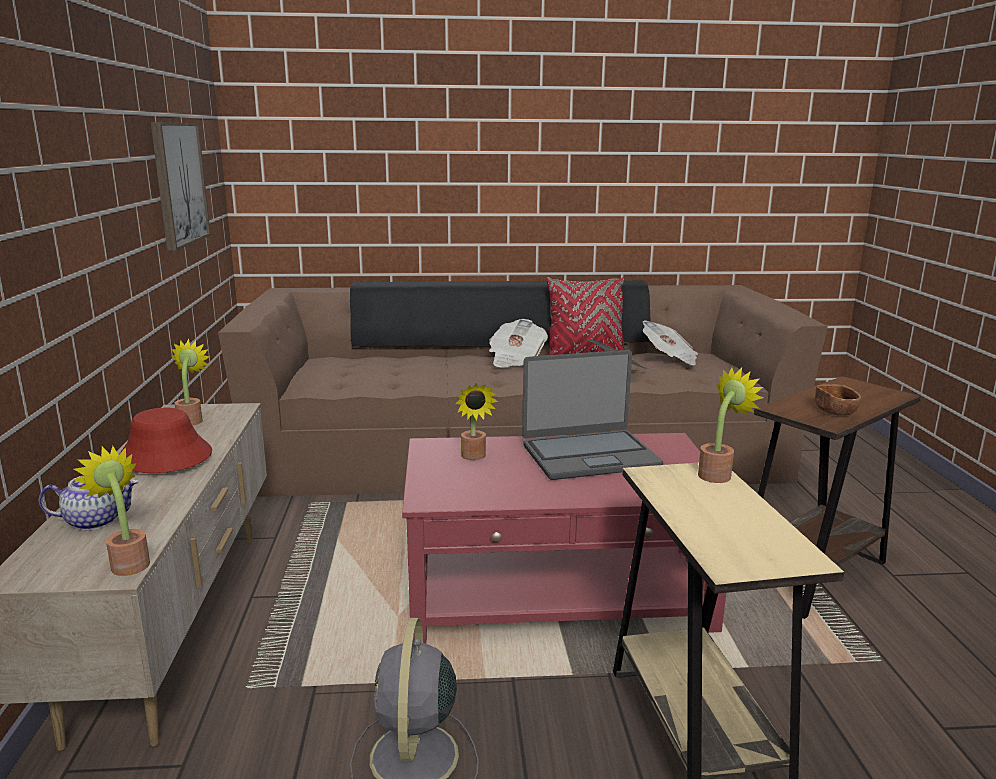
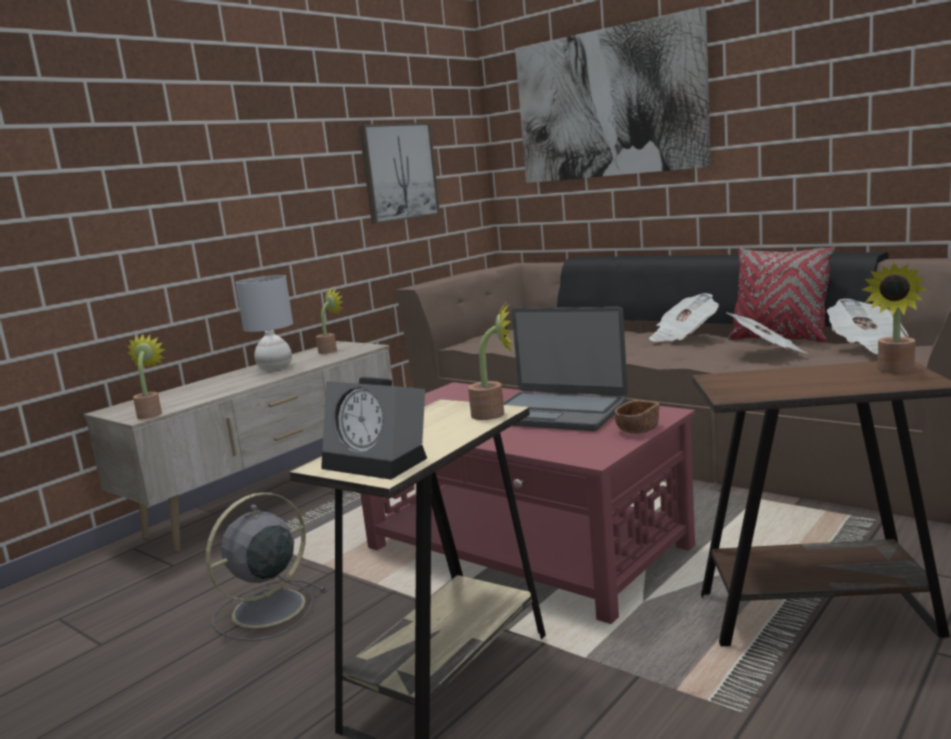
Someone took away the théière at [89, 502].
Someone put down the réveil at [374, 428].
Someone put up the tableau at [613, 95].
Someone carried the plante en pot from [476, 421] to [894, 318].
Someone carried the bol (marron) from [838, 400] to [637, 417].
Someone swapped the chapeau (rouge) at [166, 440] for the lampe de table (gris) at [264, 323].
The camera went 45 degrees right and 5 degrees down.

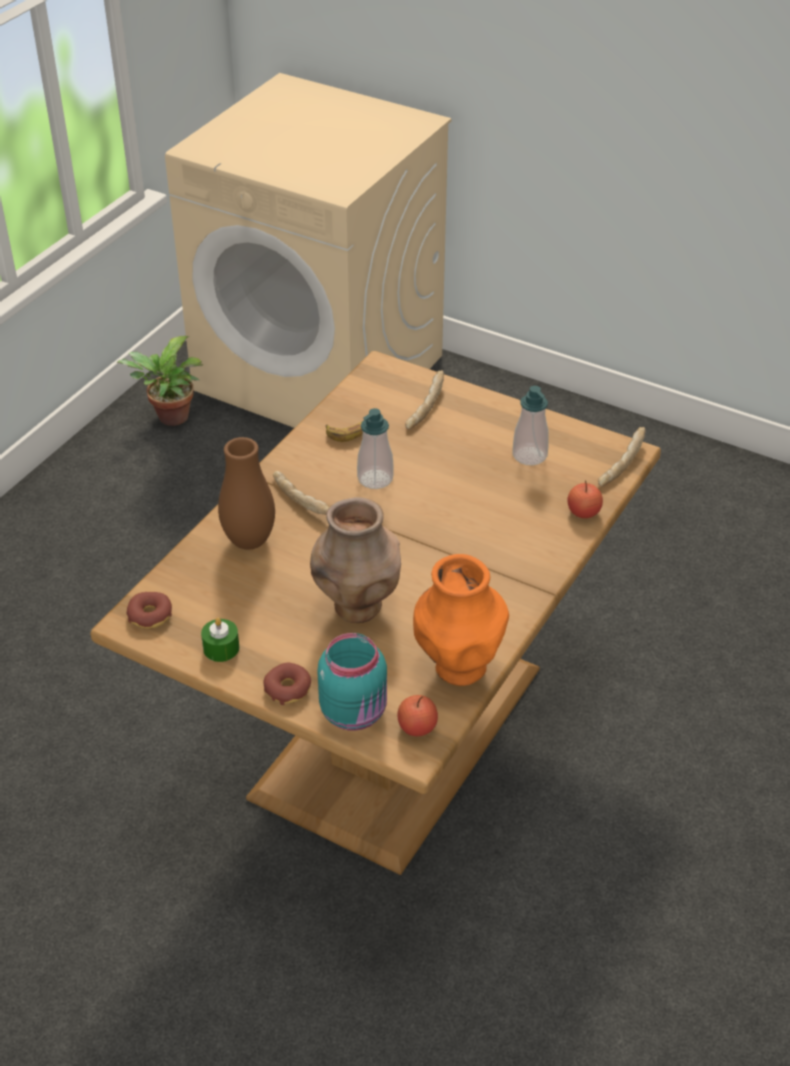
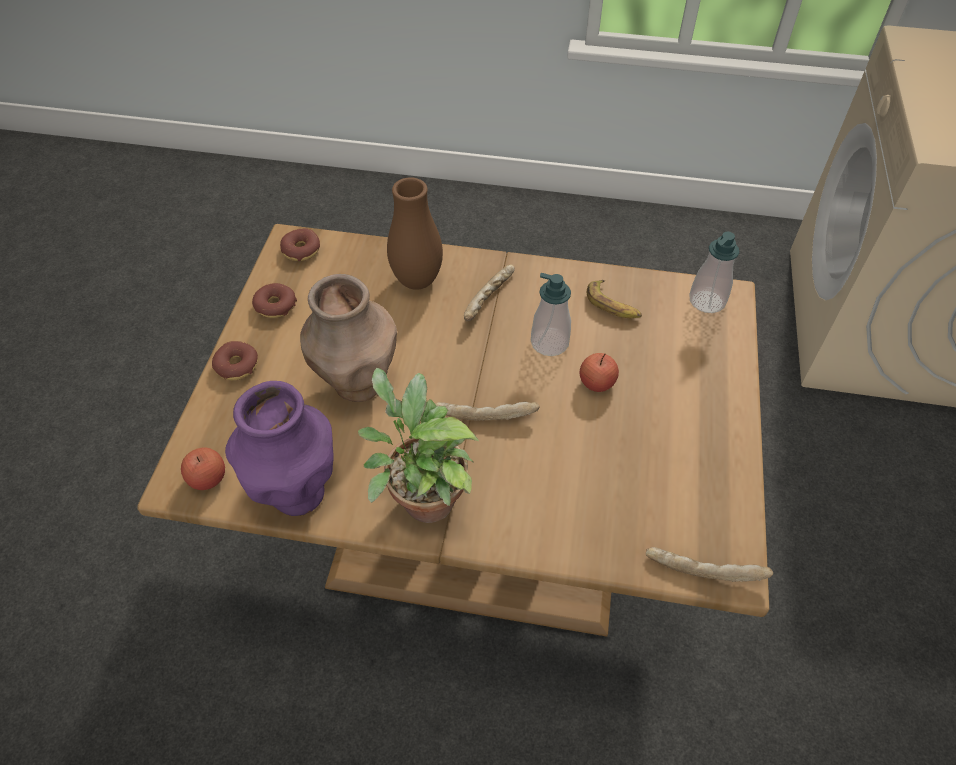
Someone took away the bocal (turquoise) at [352, 682].
Someone carried the plante en pot from [159, 381] to [418, 445].
Someone carried the pain from [424, 399] to [487, 411].
Someone carried the distributeur de savon from [530, 426] to [714, 272].
Someone carried the pomme from [585, 499] to [599, 372].
Someone swapped the bougie (vert) at [220, 640] for the beignet at [274, 300].
Someone repainted the vase (orange) at [461, 620], which became the vase (violet) at [279, 448].
The camera went 70 degrees right and 10 degrees up.

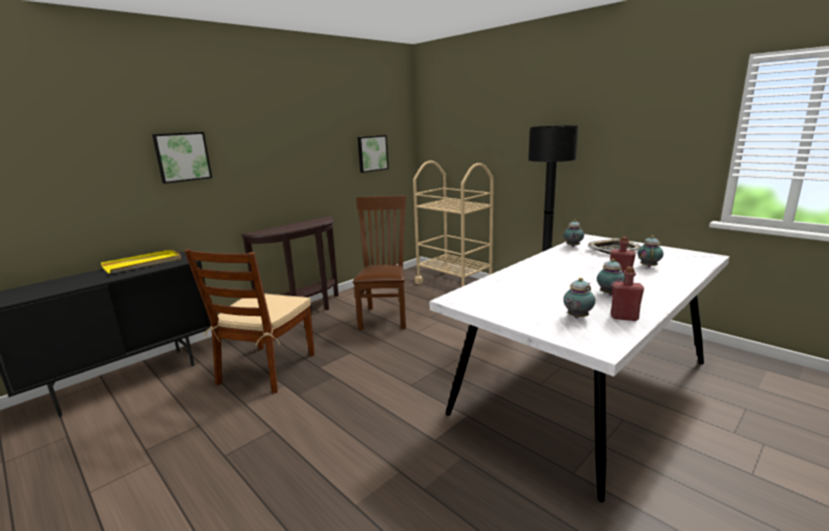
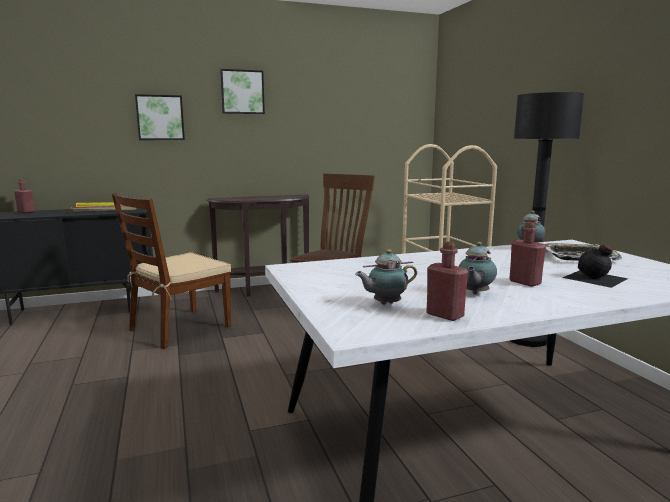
Someone put down the bouteille (rouge) at [24, 196].
Someone carried the tableau from [373, 154] to [242, 91].
Someone swapped the théière at [650, 252] for the bouteille (noir) at [595, 266].
The camera went 25 degrees right and 5 degrees down.

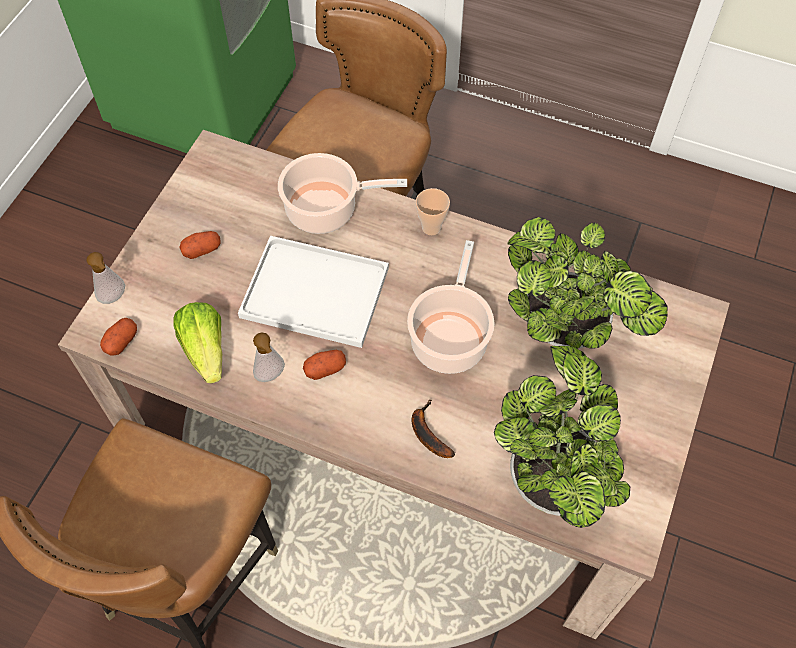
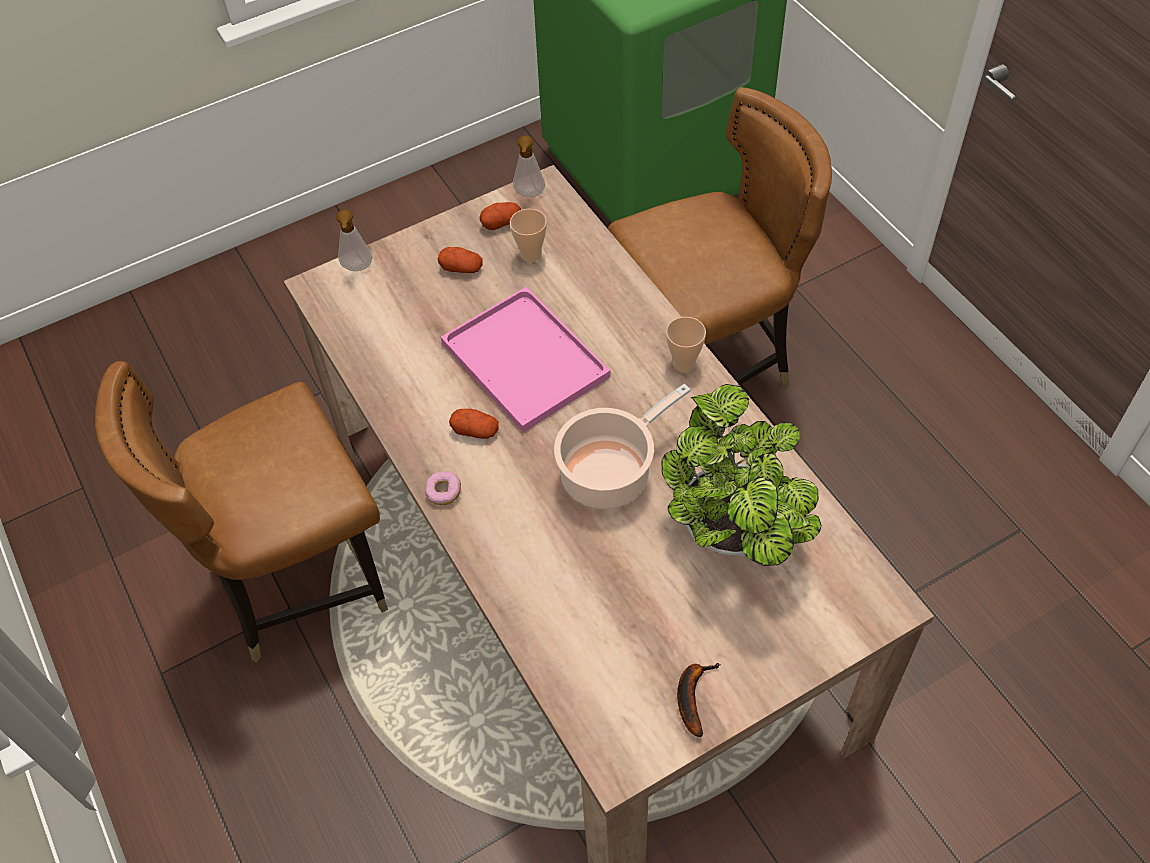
Someone took away the laitue at [197, 343].
Someone took away the marmite at [342, 193].
Someone took away the plante en pot at [562, 437].
Someone put down the beignet at [443, 488].
Someone put down the tasse at [528, 235].
Someone carried the pomme de terre from [118, 336] to [500, 216].
Someone carried the distributeur de savon from [269, 357] to [529, 166].
Someone carried the banane from [433, 428] to [698, 700].
Someone repainted the plateau (blanc) at [313, 292], which became the plateau (rose) at [526, 359].
The camera went 40 degrees right and 5 degrees down.

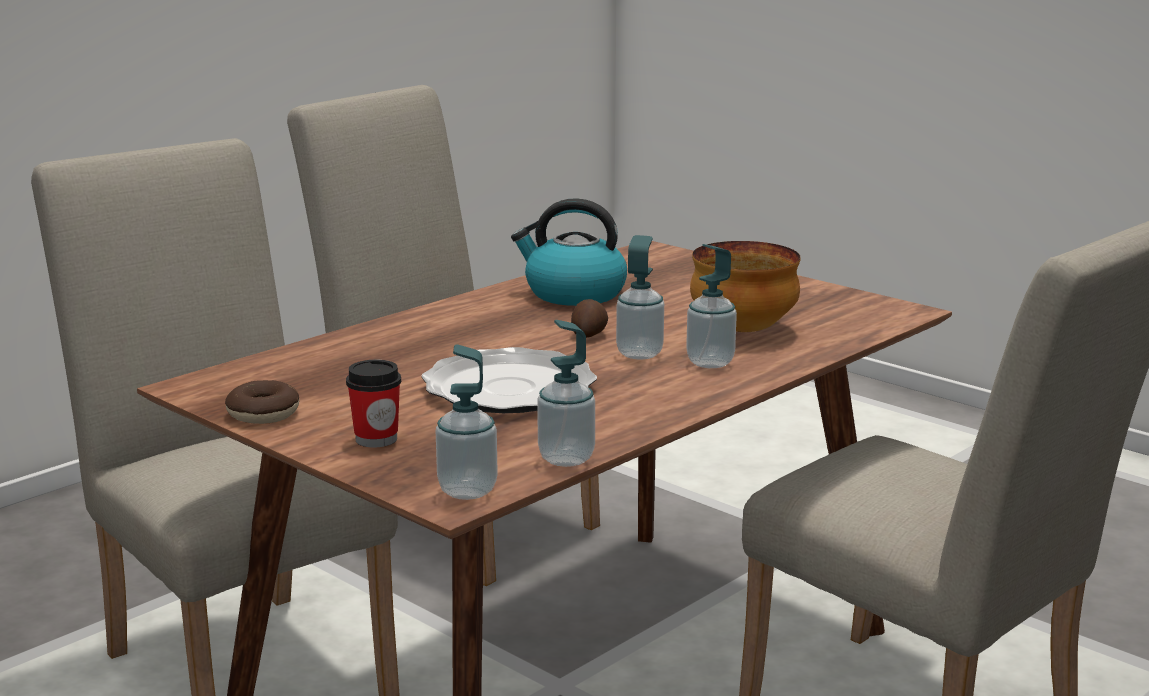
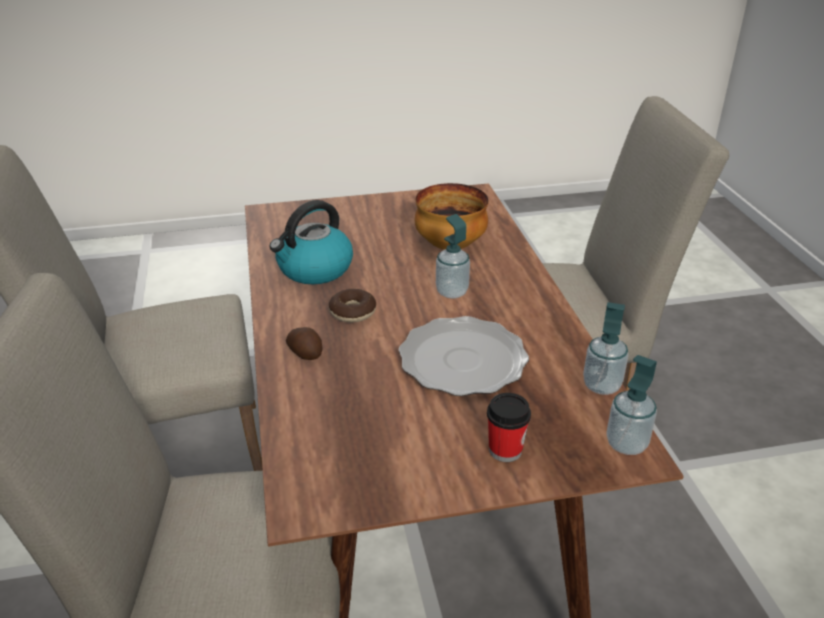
Someone took away the distributeur de savon at [711, 306].
Someone carried the beignet from [262, 402] to [352, 306].
Someone carried the pomme de terre from [589, 318] to [304, 343].
The camera went 55 degrees left and 15 degrees up.

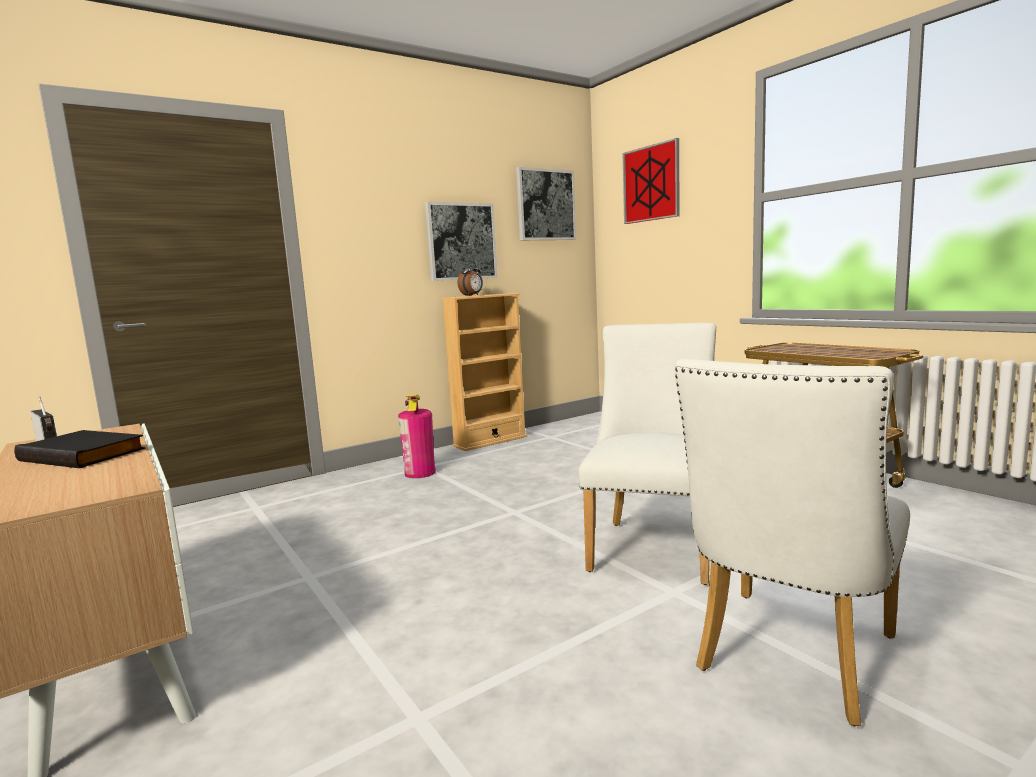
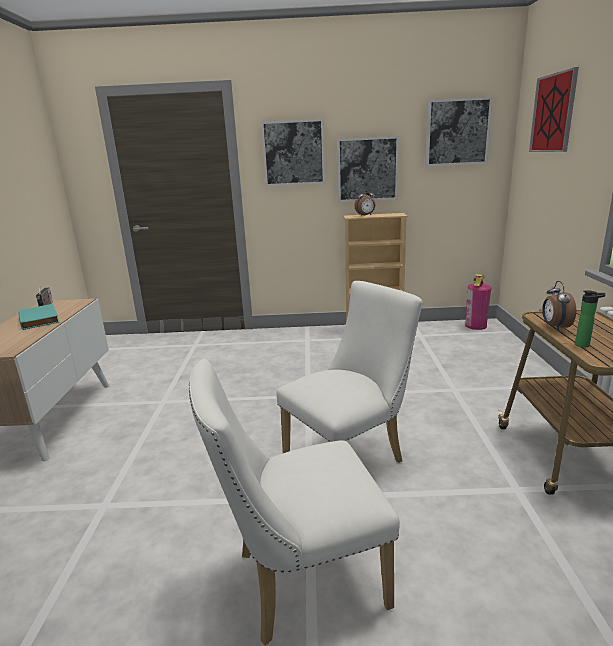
Someone put up the tableau at [293, 152].
Someone put down the réveil at [559, 305].
Someone put down the bouteille at [590, 318].
Someone carried the extincteur from [417, 436] to [478, 302].
Someone repainted the livre (noir) at [79, 449], which became the livre (turquoise) at [39, 317].
The camera went 35 degrees right and 10 degrees up.

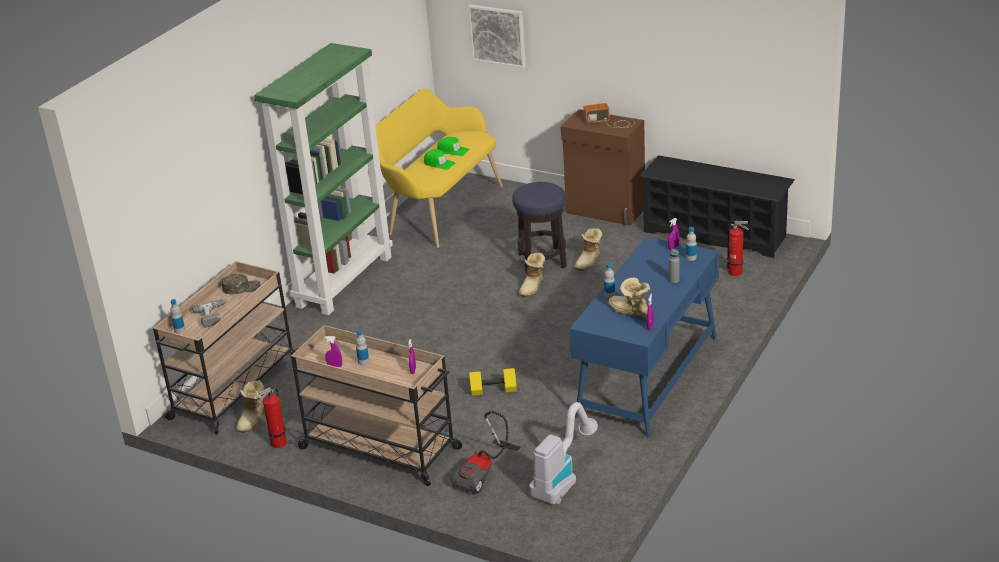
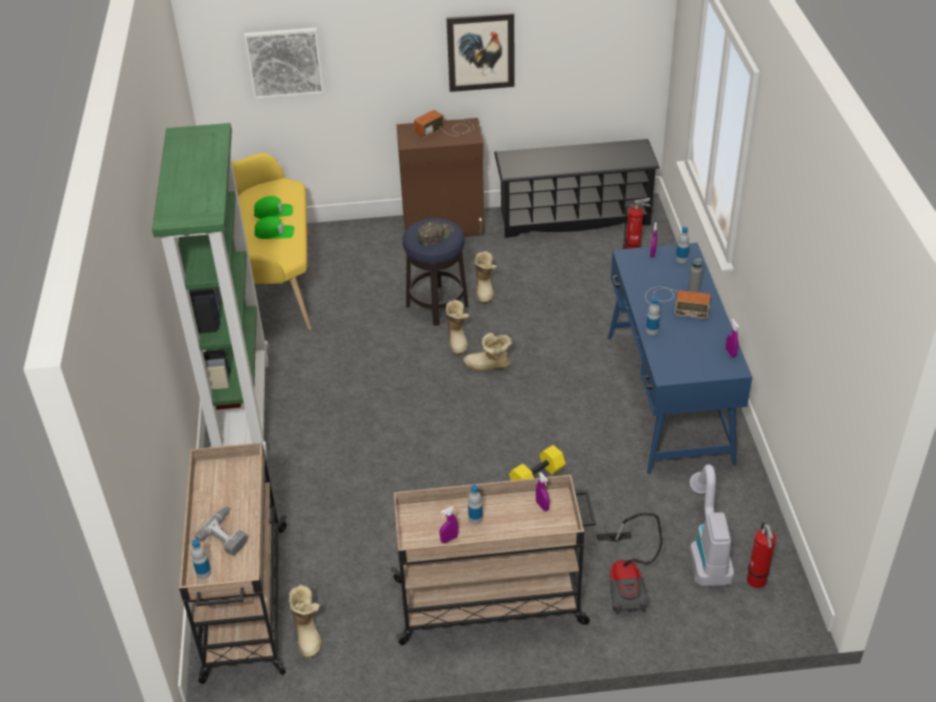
Someone put up the tableau at [480, 52].
Someone put down the radio at [678, 303].
Someone carried the casquette (vert) from [241, 284] to [436, 234].
Someone carried the extincteur from [272, 418] to [761, 555].
Someone carried the botte from [629, 297] to [487, 351].
The camera went 35 degrees left and 10 degrees up.

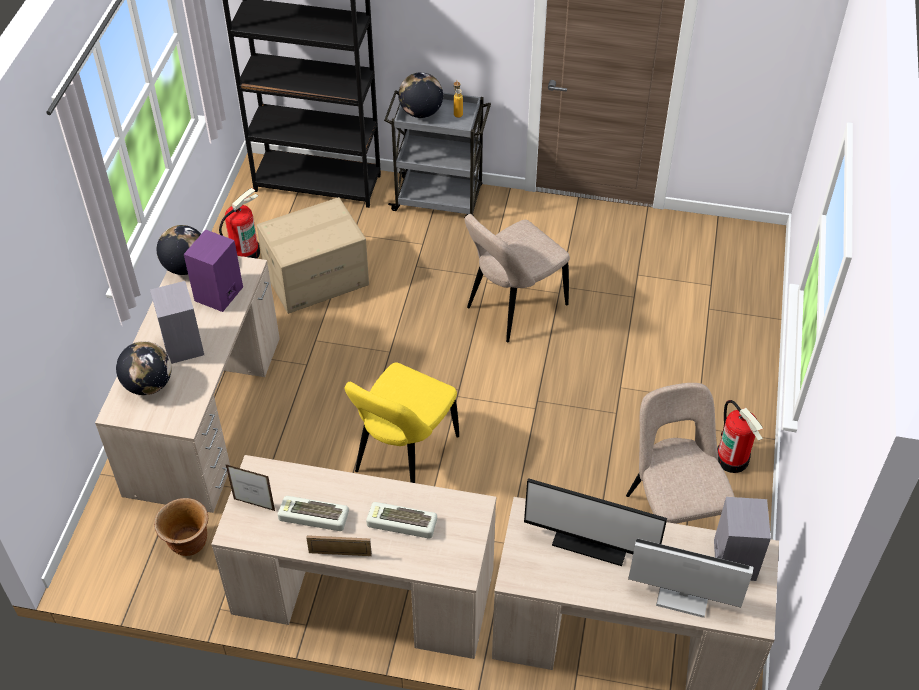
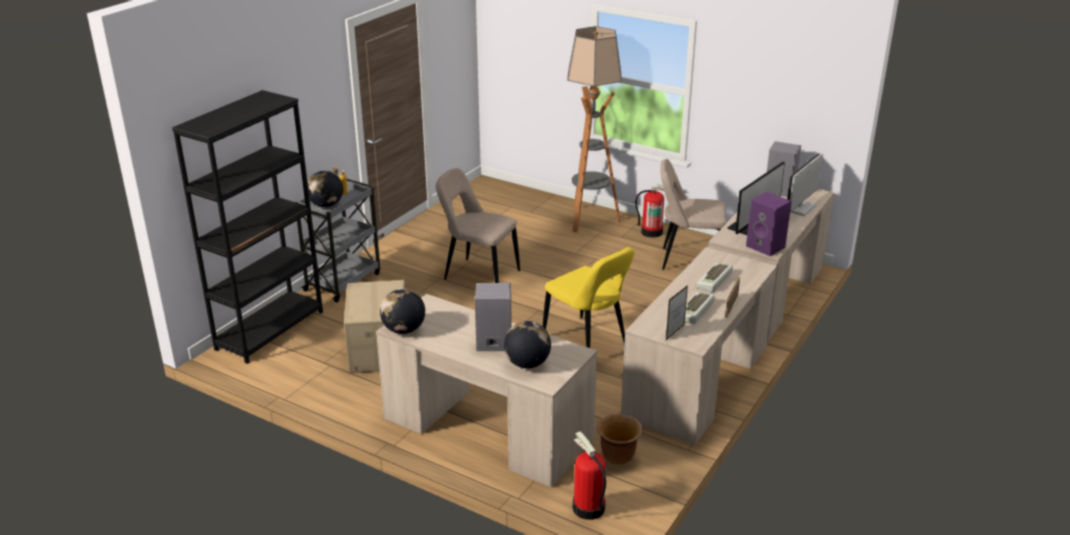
Someone put down the lampadaire at [594, 129].
Someone carried the enceinte (violet) from [213, 270] to [769, 224].
Someone carried the extincteur from [239, 223] to [589, 475].
Someone rotated the chaise (beige) at [517, 278] by 135 degrees clockwise.
The camera went 70 degrees left and 20 degrees down.

